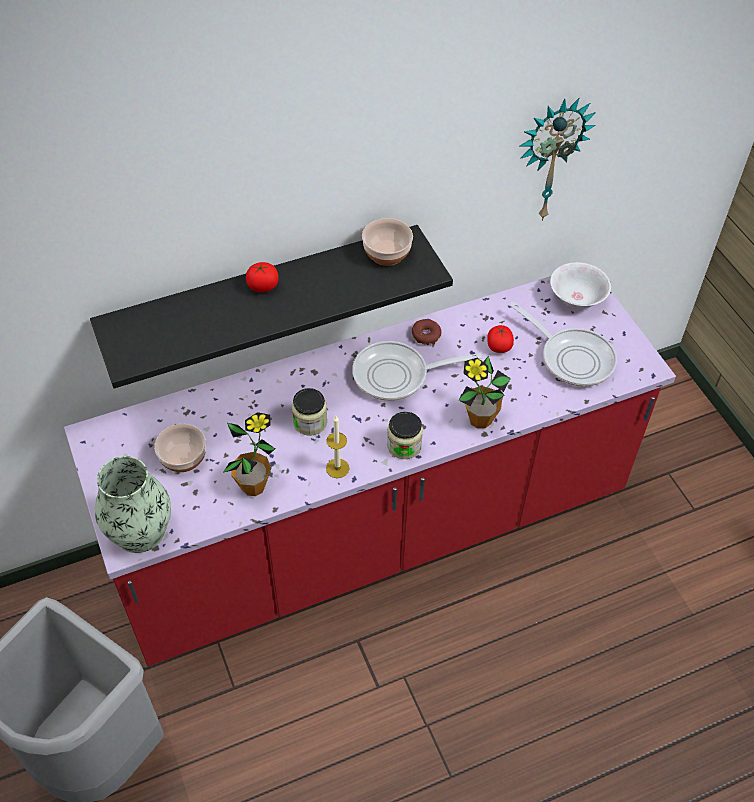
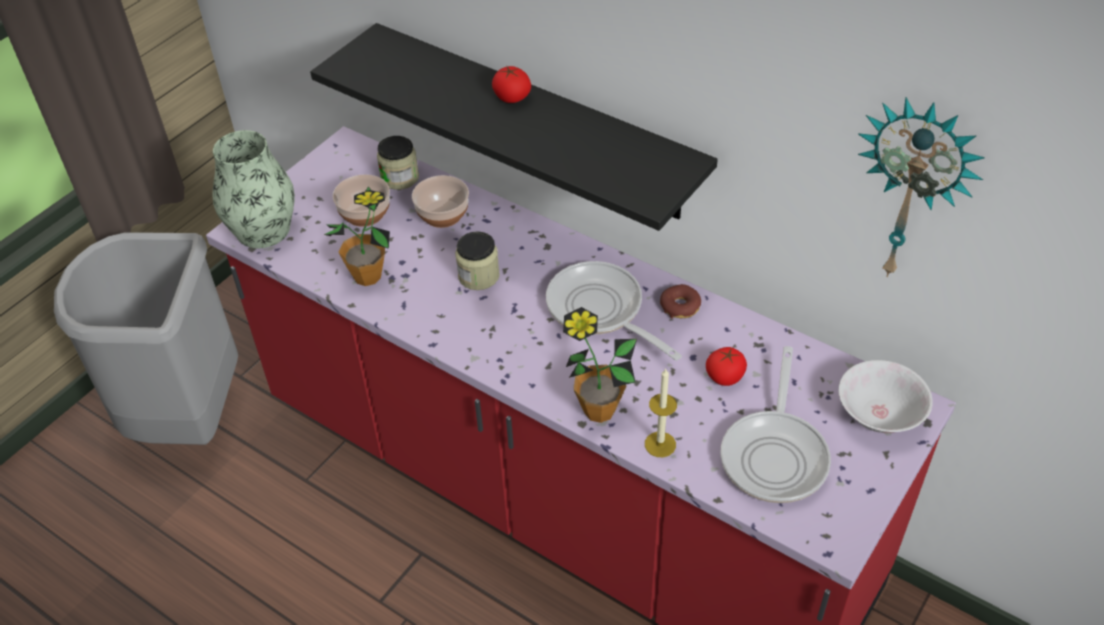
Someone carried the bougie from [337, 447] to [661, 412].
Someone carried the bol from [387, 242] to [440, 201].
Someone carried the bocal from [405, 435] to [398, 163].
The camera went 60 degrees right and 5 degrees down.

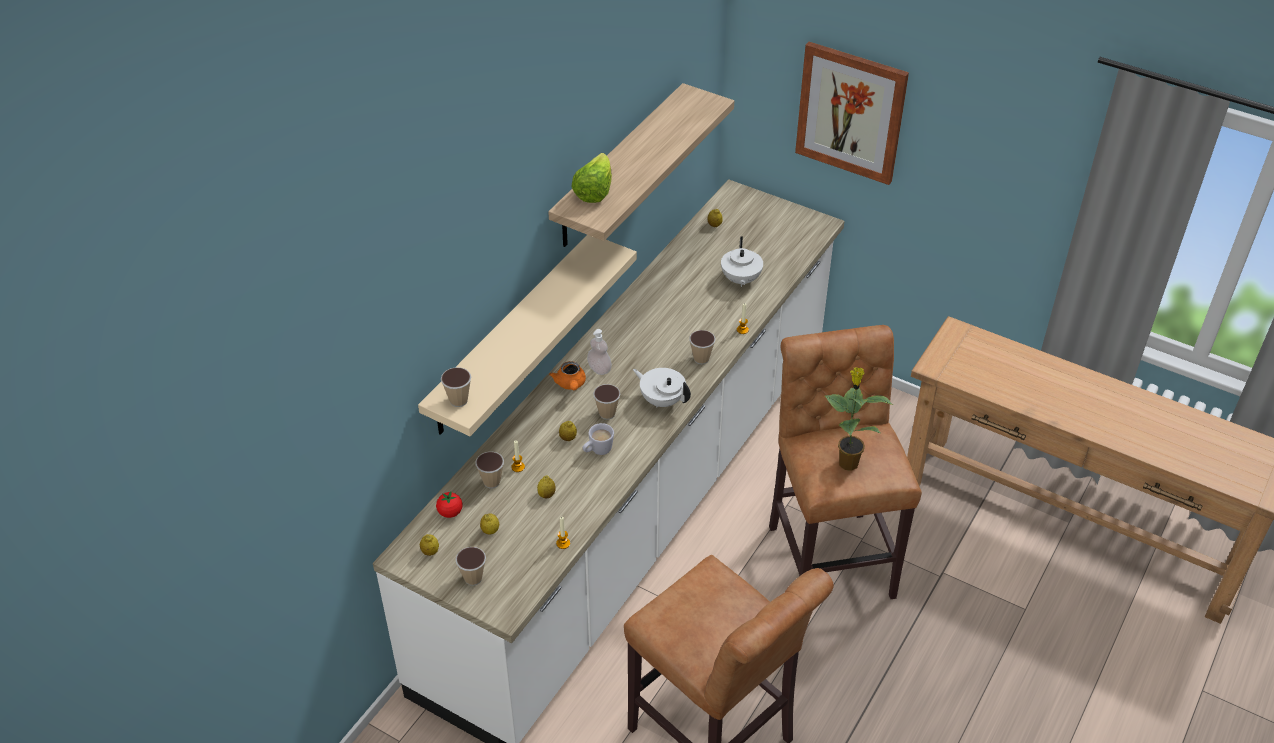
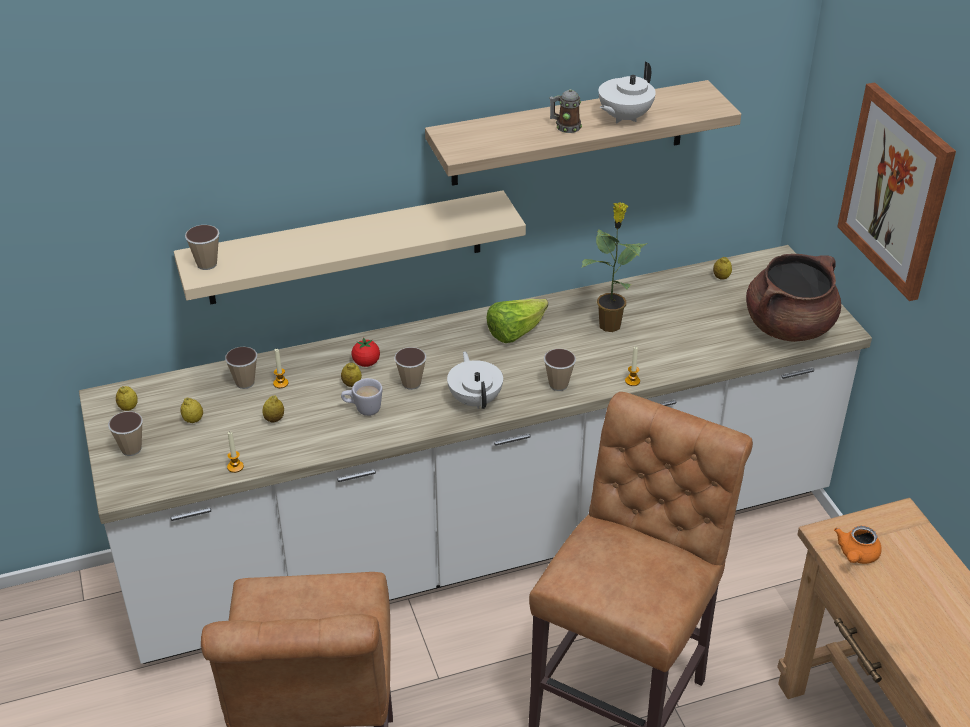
Someone took away the distributeur de savon at [599, 352].
Someone put down the mug at [566, 111].
Someone put down the marmite (marron) at [793, 298].
Someone carried the tomate from [449, 505] to [365, 352].
Someone carried the théière (orange) from [567, 375] to [858, 545].
Someone carried the laitue from [591, 178] to [517, 321].
Someone carried the théière (blanc) from [742, 261] to [627, 92].
Someone carried the plante en pot from [859, 419] to [615, 267].
The camera went 40 degrees right and 5 degrees down.

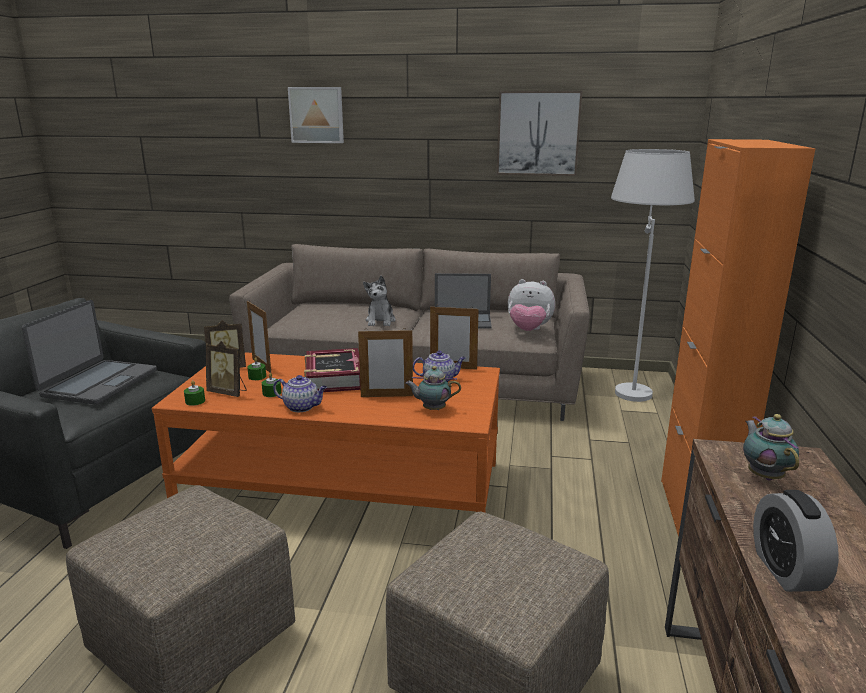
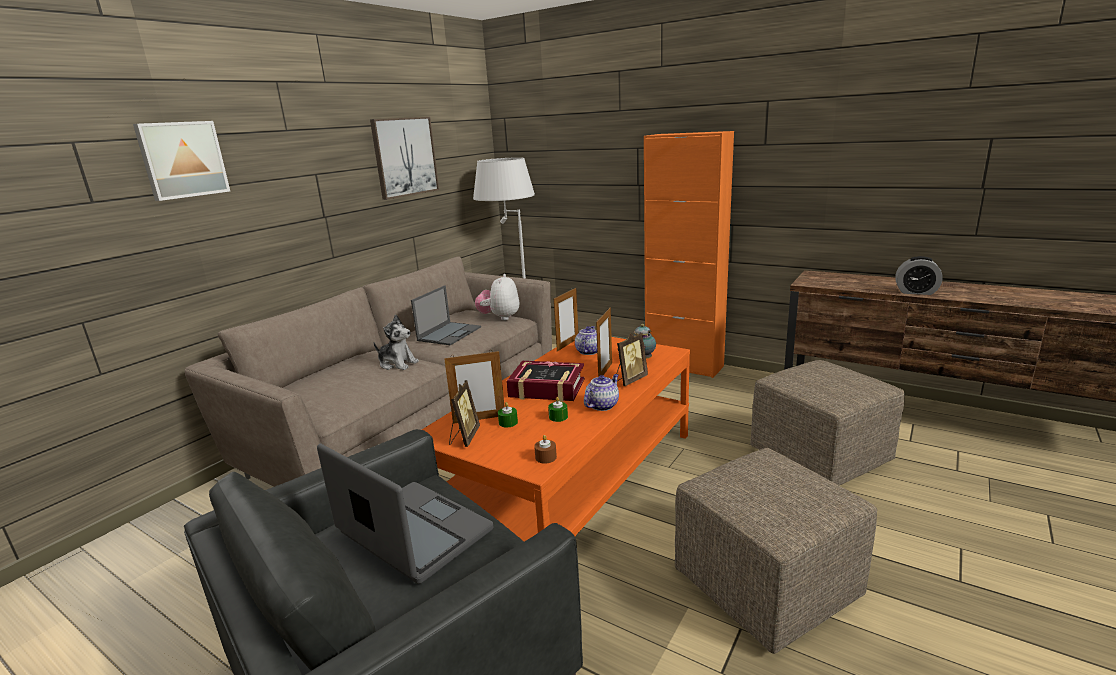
Someone took away the théière at [771, 447].
Someone carried the cadre photo from [226, 369] to [632, 359].
Someone repainted the bougie (vert) at [194, 393], which became the bougie (marron) at [545, 449].
Someone rotated the peluche at [531, 305] by 150 degrees clockwise.
The camera went 65 degrees left and 0 degrees up.

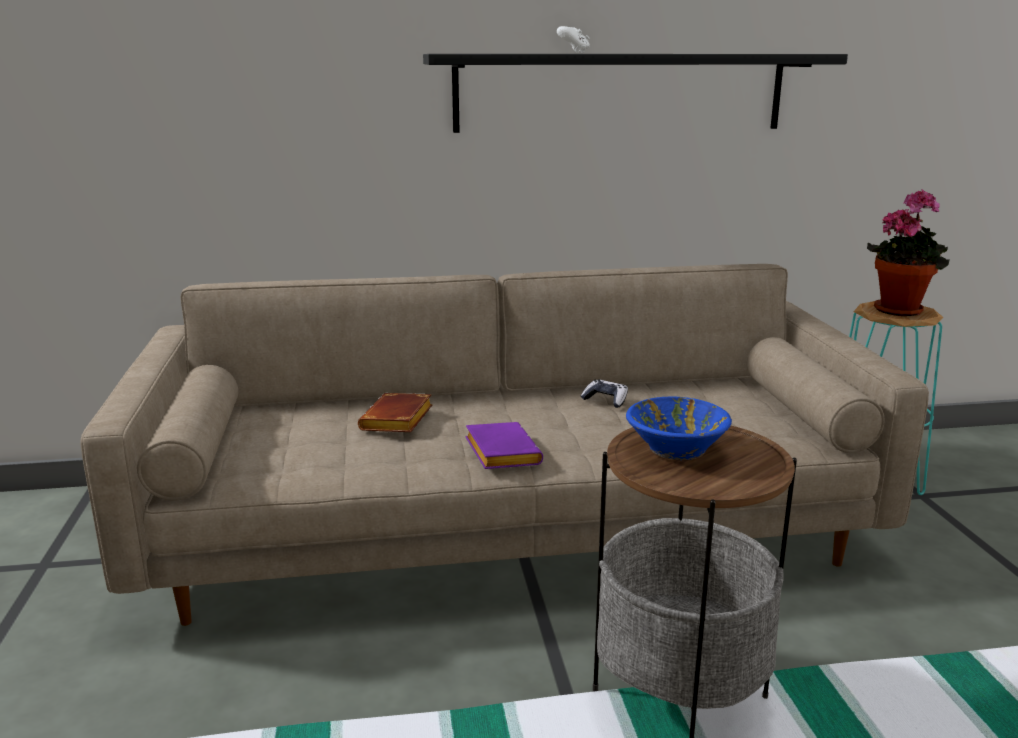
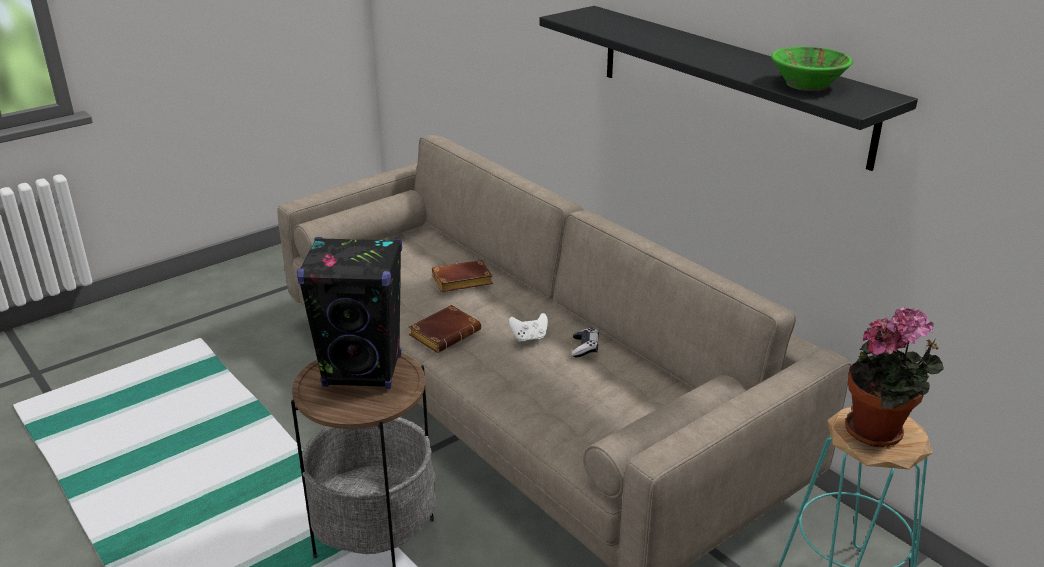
Someone put down the bol (vert) at [812, 69].
Someone carried the manette (blanc) from [573, 39] to [528, 327].
Someone swapped the bol (bleu) at [679, 428] for the enceinte (noir) at [349, 313].
Someone repainted the livre (violet) at [504, 445], which became the livre (marron) at [445, 329].
The camera went 60 degrees right and 10 degrees up.

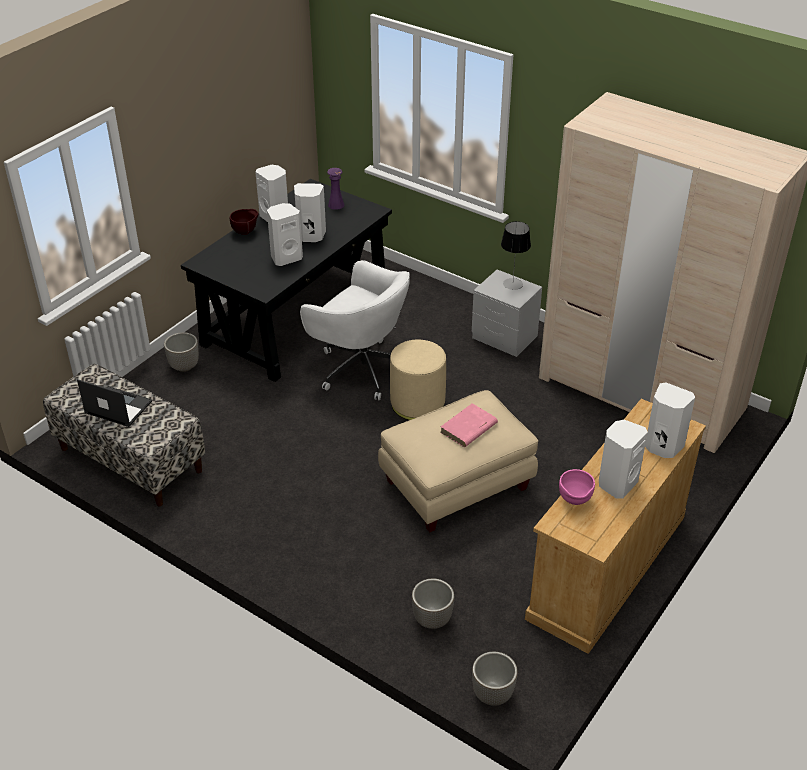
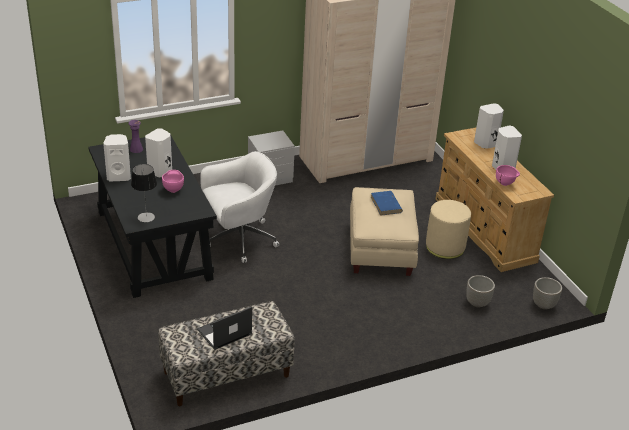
Someone took away the cache-pot at [181, 352].
Someone took away the bol (marron) at [244, 222].
Someone carried the pouf (beige) from [418, 380] to [448, 229].
Someone carried the lampe de table from [516, 255] to [144, 193].
Someone swapped the enceinte (blanc) at [285, 234] for the bol (rose) at [173, 181].
Someone repainted the livre (rose) at [469, 425], which became the livre (bleu) at [387, 203].
The camera went 60 degrees left and 5 degrees down.

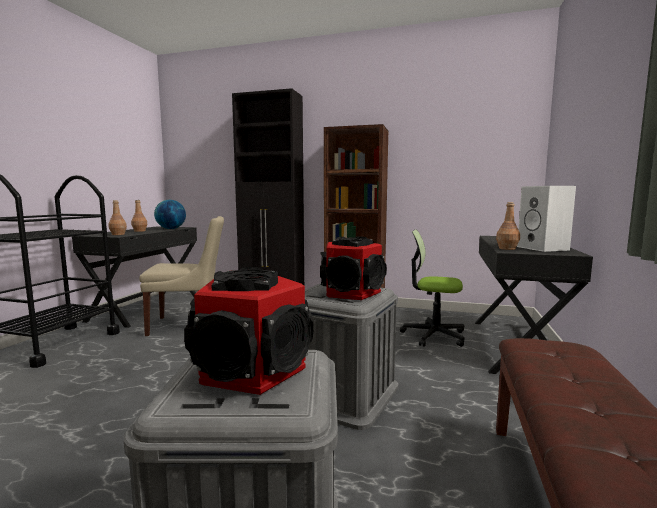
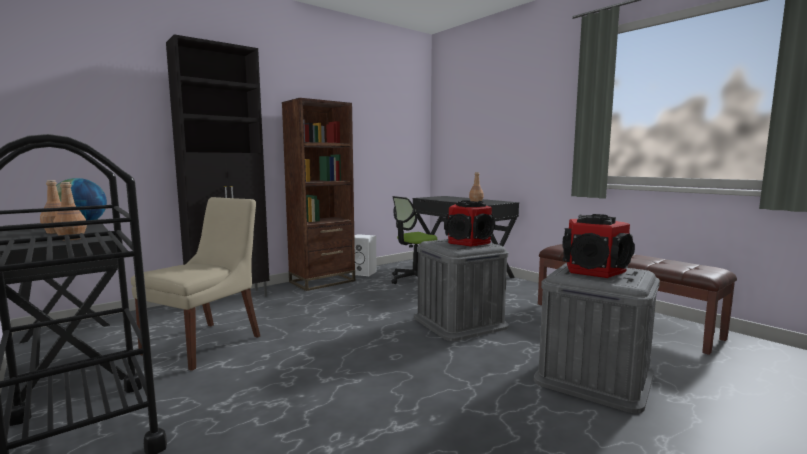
Someone carried the enceinte (blanc) from [546, 219] to [363, 255].
The camera went 55 degrees left and 0 degrees up.

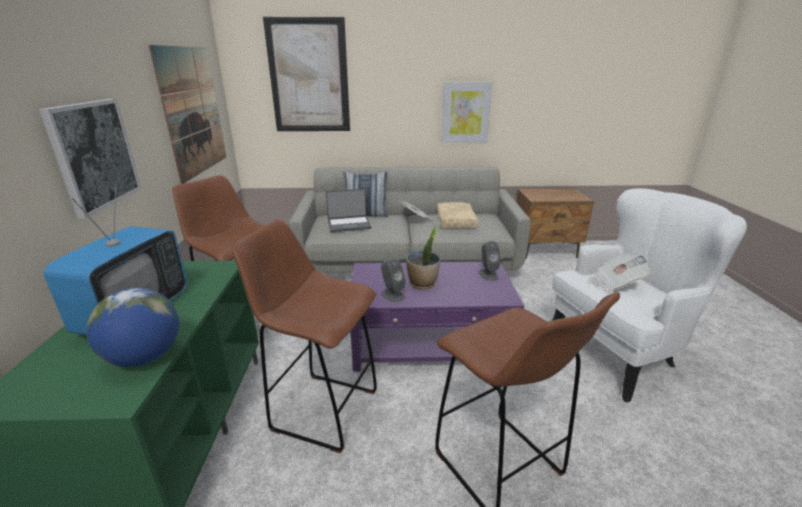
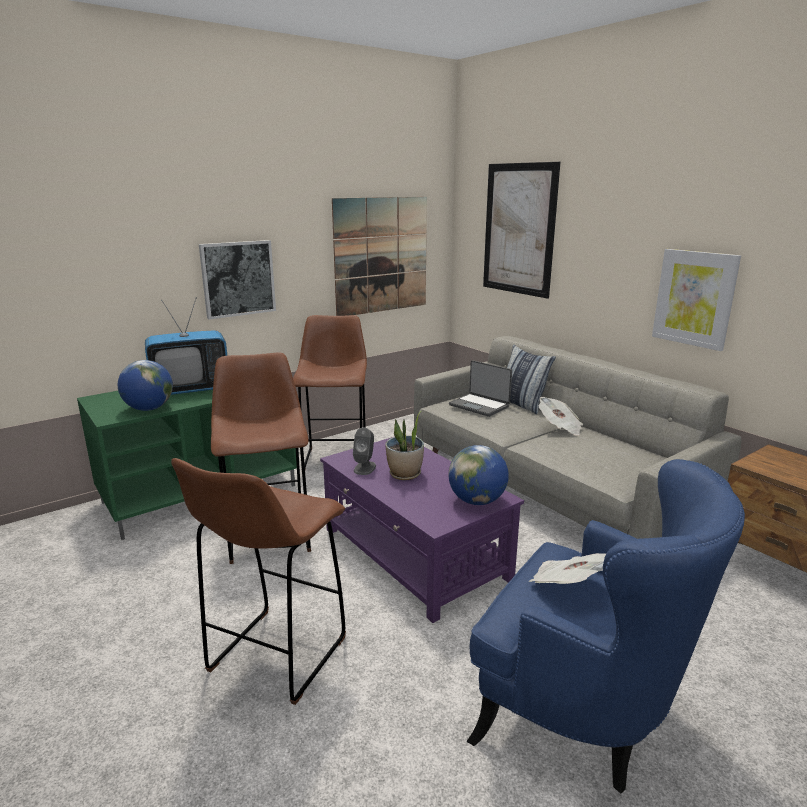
Someone took away the coussin (beige) at [457, 215].
Someone swapped the enceinte (gris) at [489, 261] for the globe at [479, 475].
Someone repainted the fauteuil (blanc) at [649, 295], which became the fauteuil (bleu) at [606, 626].
The camera went 55 degrees right and 5 degrees down.

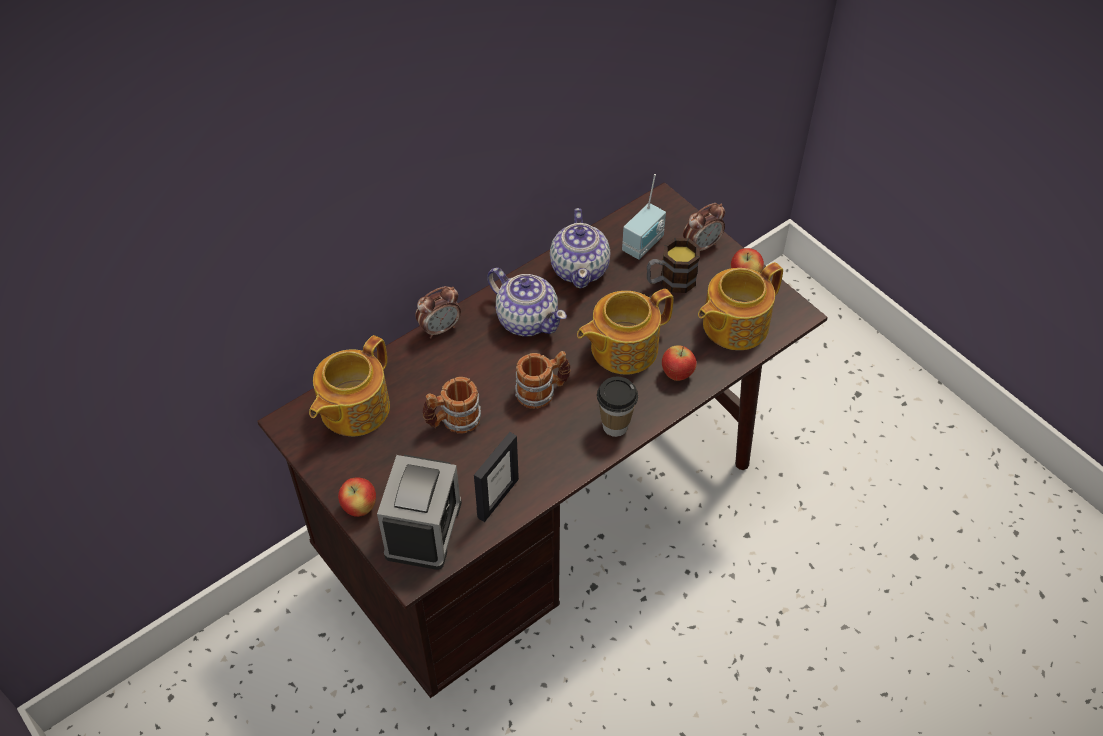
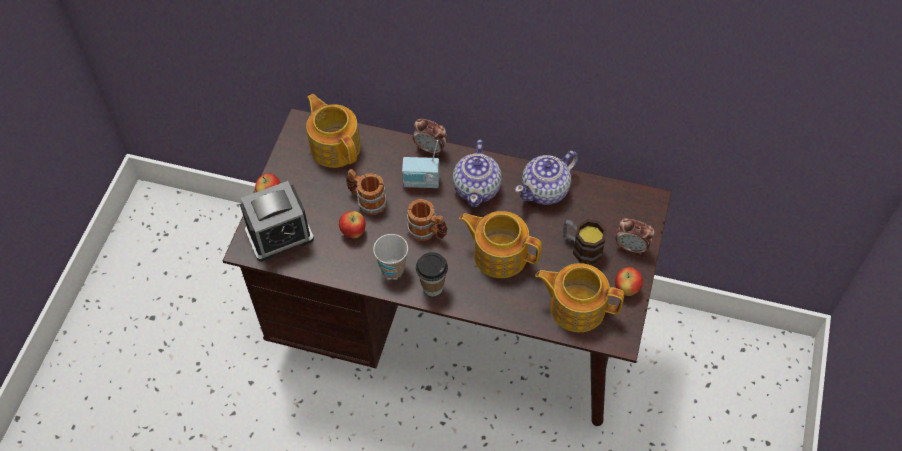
Someone took away the cadre photo at [496, 477].
Someone put down the tasse at [390, 256].
Someone carried the radio from [644, 217] to [421, 164].
Someone carried the pomme from [679, 363] to [352, 224].
Someone rotated the théière at [349, 385] by 60 degrees clockwise.
The camera went 55 degrees right and 5 degrees up.

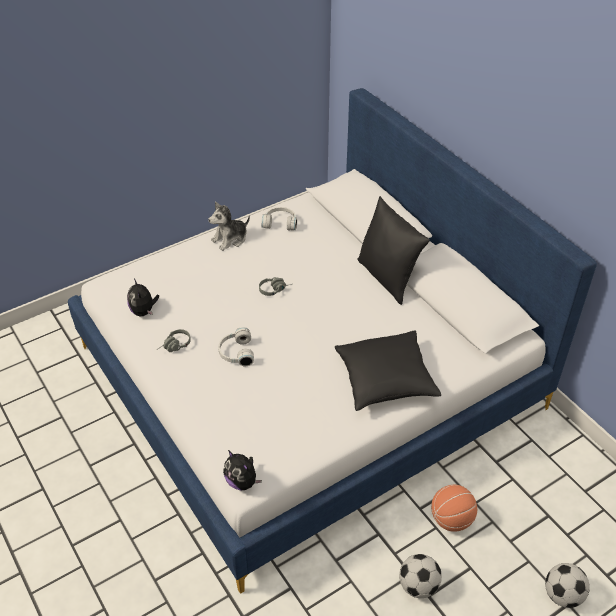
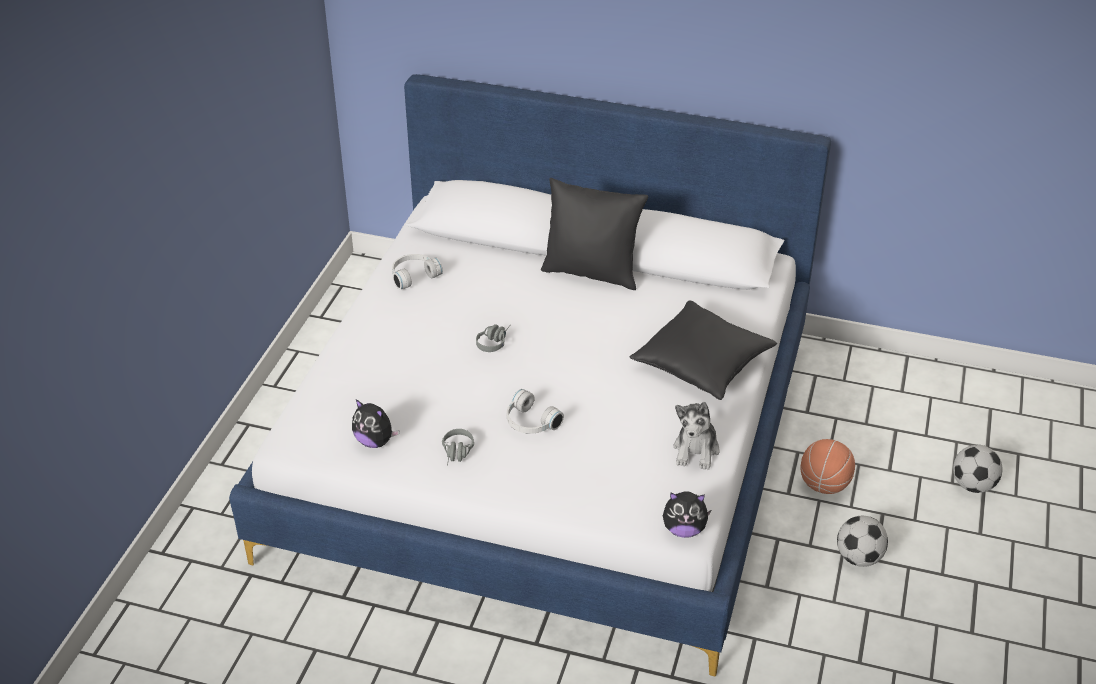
Someone carried the peluche from [229, 226] to [696, 436].
The camera went 40 degrees left and 5 degrees down.

